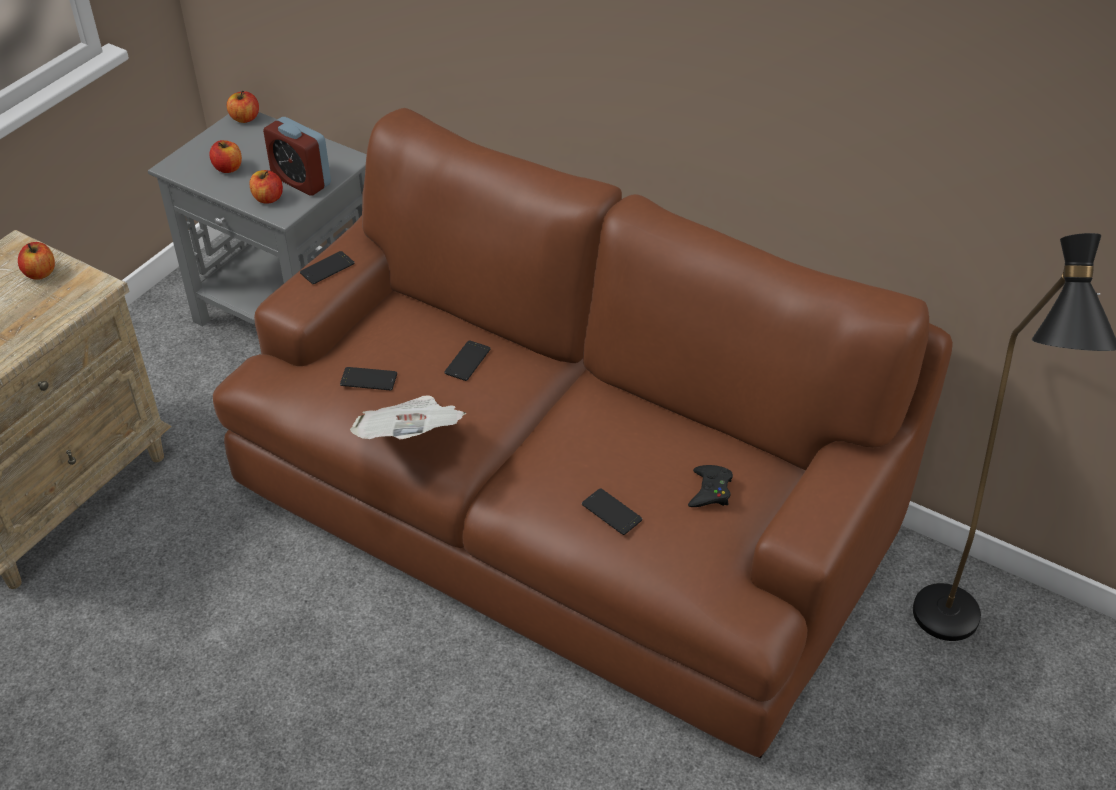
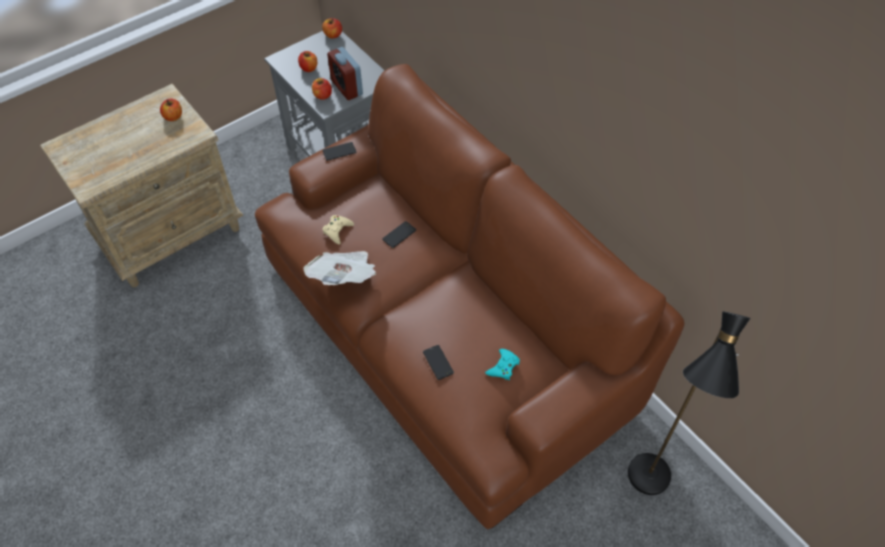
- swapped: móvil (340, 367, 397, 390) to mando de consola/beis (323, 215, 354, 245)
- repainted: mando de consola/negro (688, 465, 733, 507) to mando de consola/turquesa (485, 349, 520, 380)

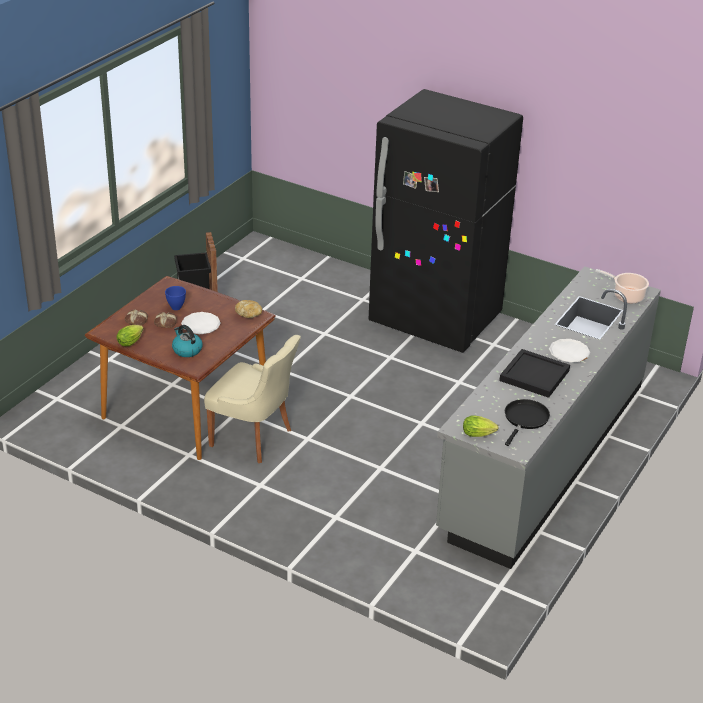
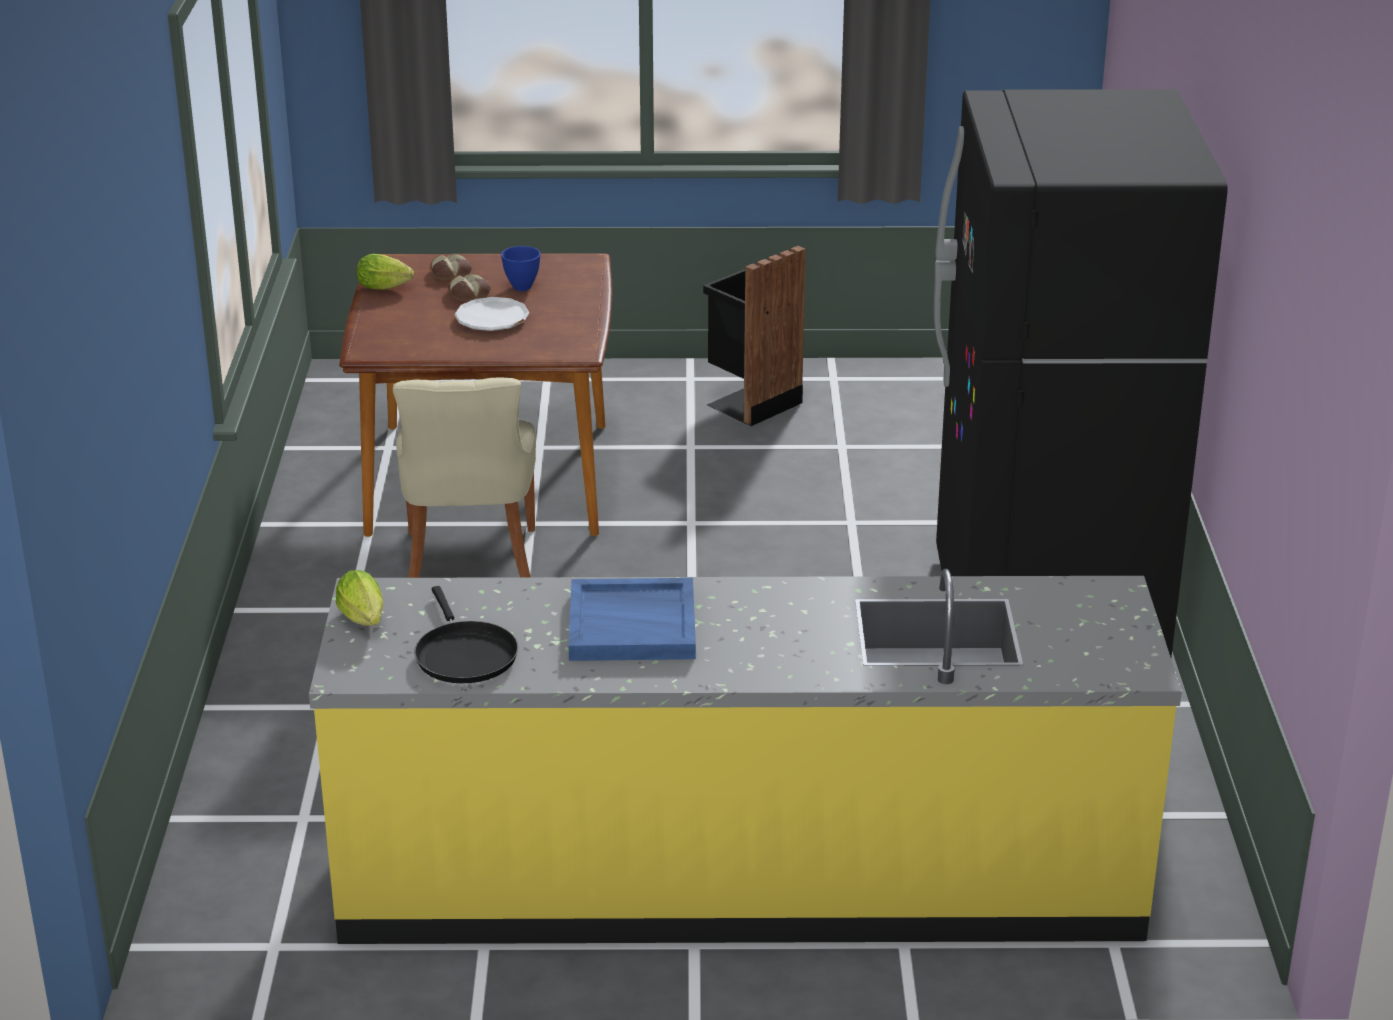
- repainted: mueble bajo de cocina/gris (436, 266, 661, 569) to mueble bajo de cocina/amarillo (309, 569, 1182, 944)
- rotated: sartén/negro (505, 399, 550, 446) = (414, 586, 518, 683) 75 degrees clockwise
- repainted: bandeja/negro (499, 349, 570, 398) to bandeja/azul (568, 578, 696, 661)
- gone: hervidor (172, 325, 203, 357)
- gone: pan (235, 300, 262, 318)
- gone: plato/blanco (549, 339, 590, 363)
- gone: olla (595, 269, 649, 303)

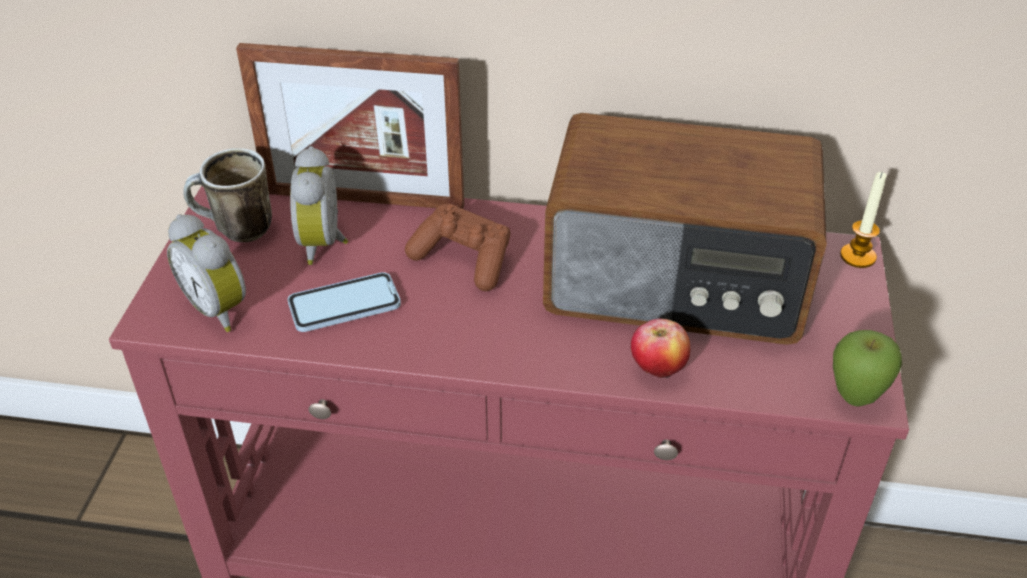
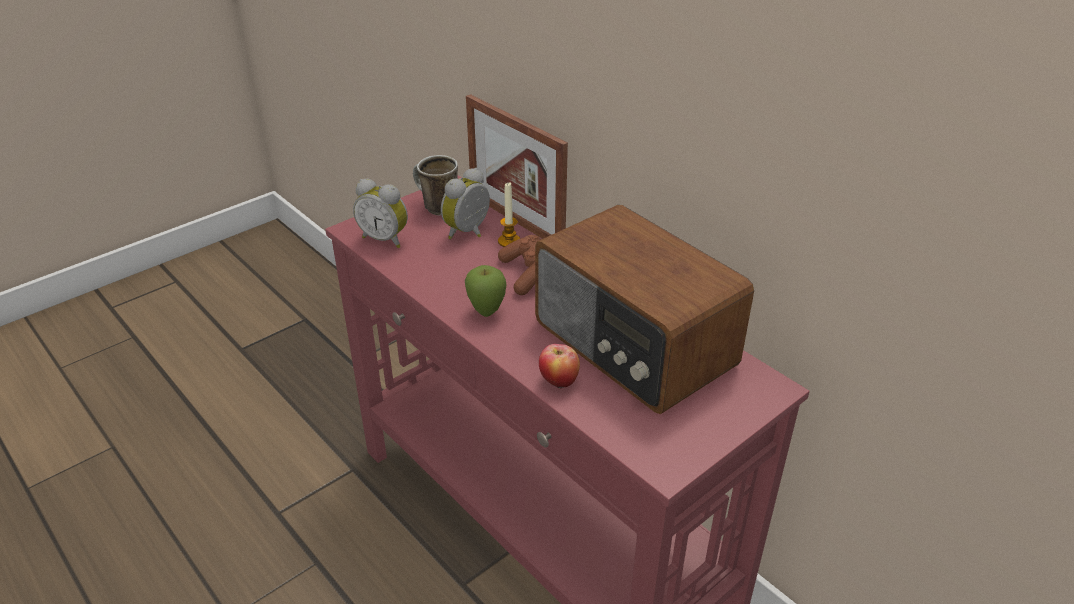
- rotated: despertador (167, 214, 246, 332) = (353, 179, 408, 248) 60 degrees counterclockwise
- shifted: manzana (833, 330, 902, 406) to (465, 265, 507, 317)
- shifted: vela (840, 172, 887, 268) to (498, 183, 521, 247)
- gone: móvil (287, 272, 401, 332)

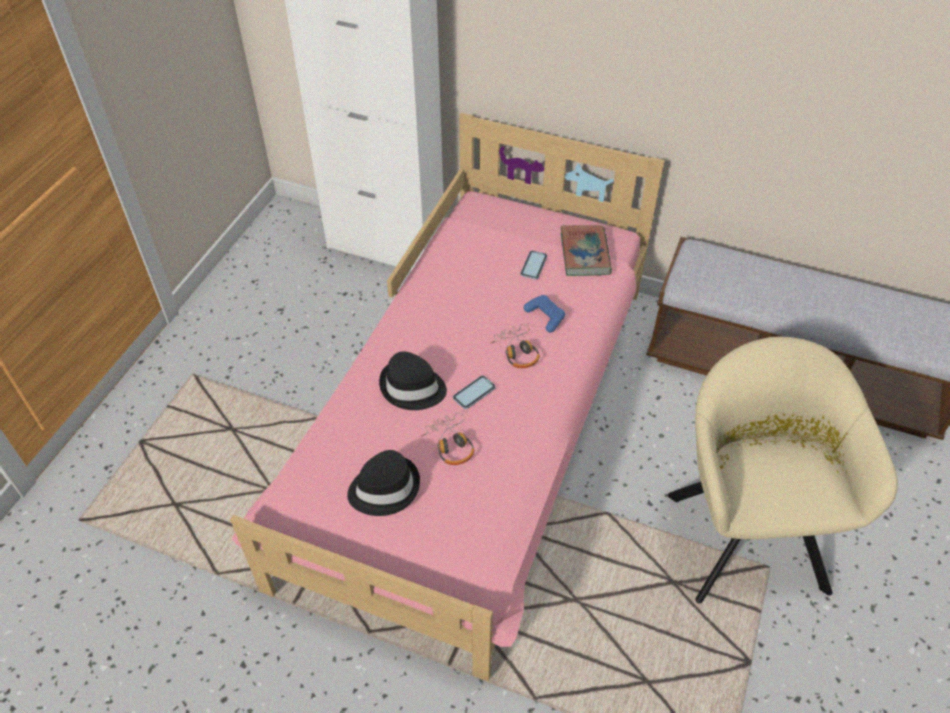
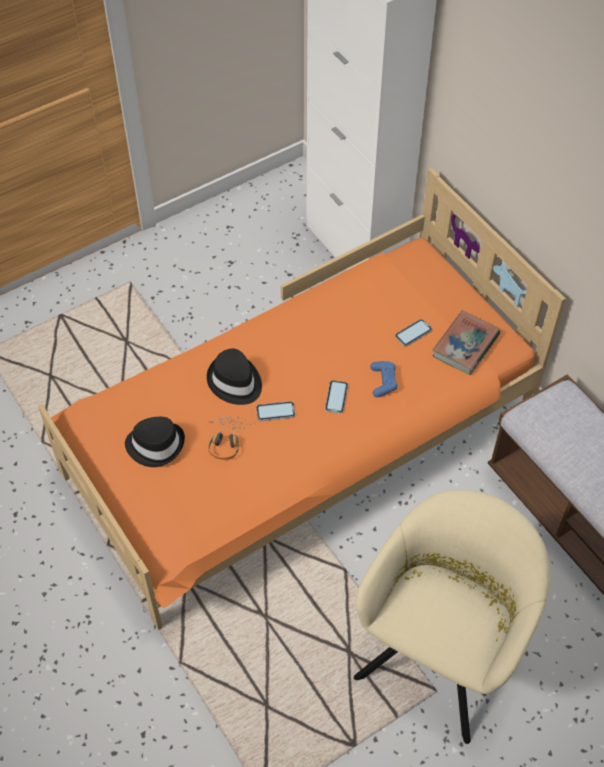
- repainted: cama/rosa (230, 113, 665, 682) to cama/naranja (38, 168, 566, 630)
- swapped: auriculares (491, 324, 540, 368) to móvil (325, 380, 348, 414)

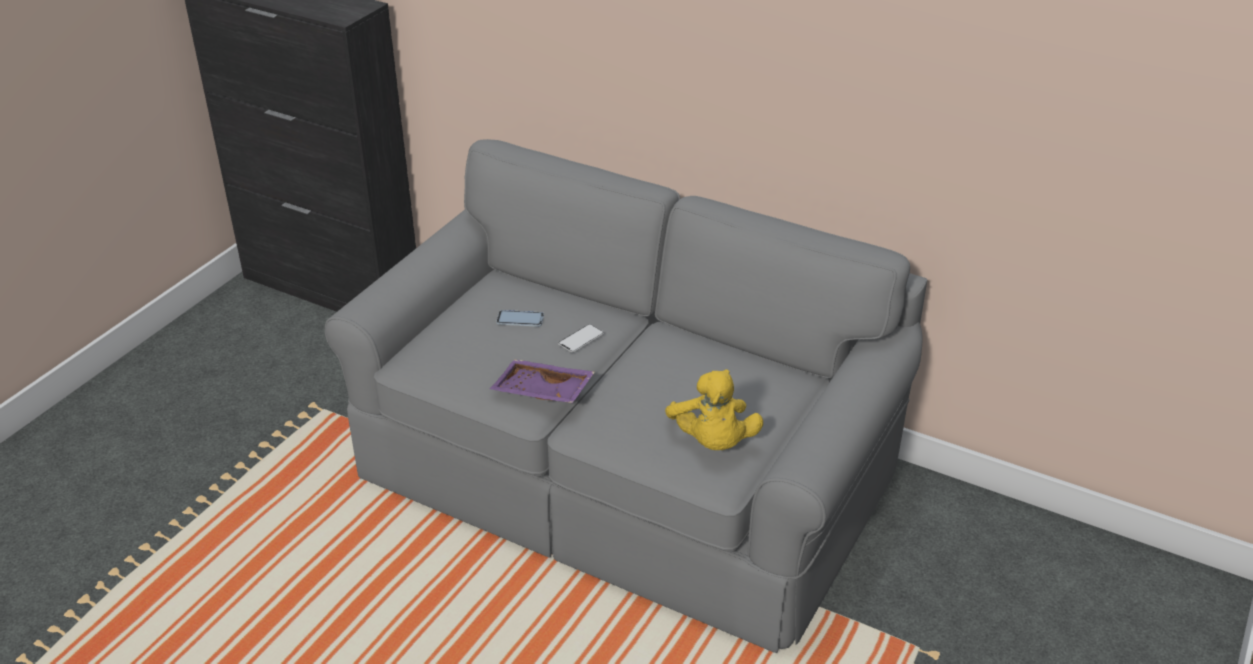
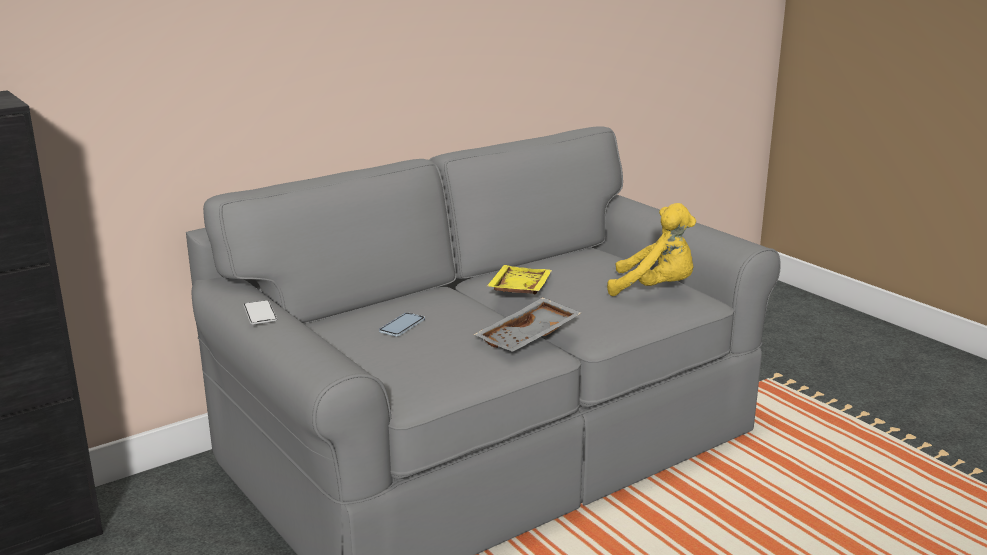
- shifted: móvil (558, 324, 604, 353) to (243, 300, 277, 325)
- repainted: bandeja/morado (490, 359, 595, 403) to bandeja/gris (474, 297, 581, 352)
- new: bandeja/amarillo (487, 265, 552, 294)

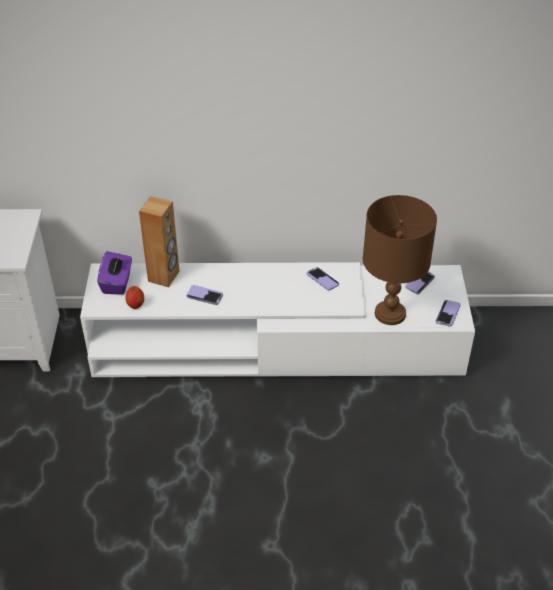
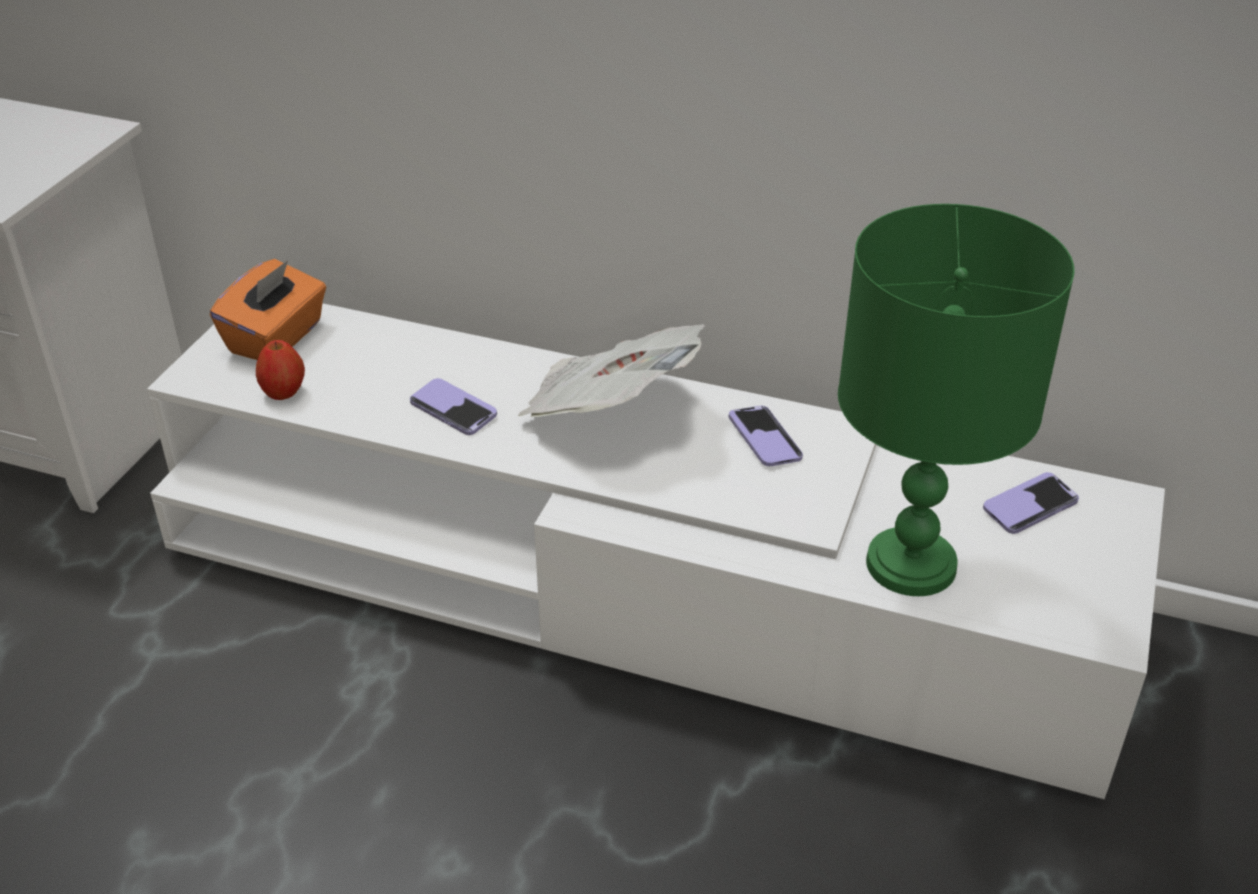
- repainted: caja de pañuelos/morado (97, 251, 132, 295) to caja de pañuelos/naranja (210, 259, 326, 360)
- new: periódico (518, 324, 706, 417)
- repainted: lámpara de mesa/marrón (363, 195, 437, 325) to lámpara de mesa/verde (838, 204, 1075, 596)
- gone: altavoz/marrón (139, 196, 180, 287)
- gone: móvil (436, 300, 461, 326)

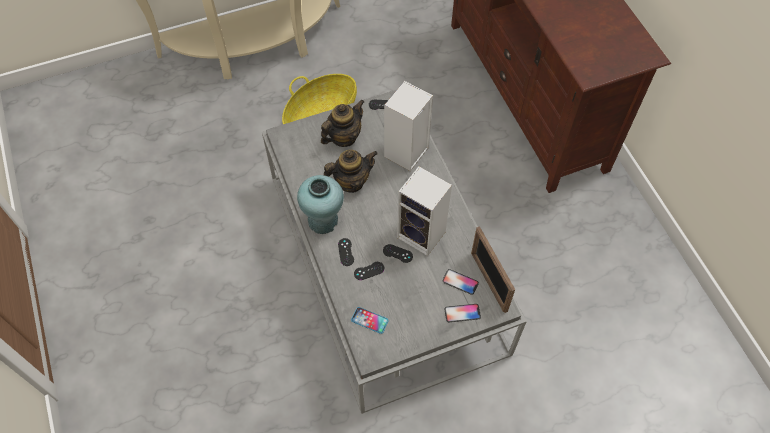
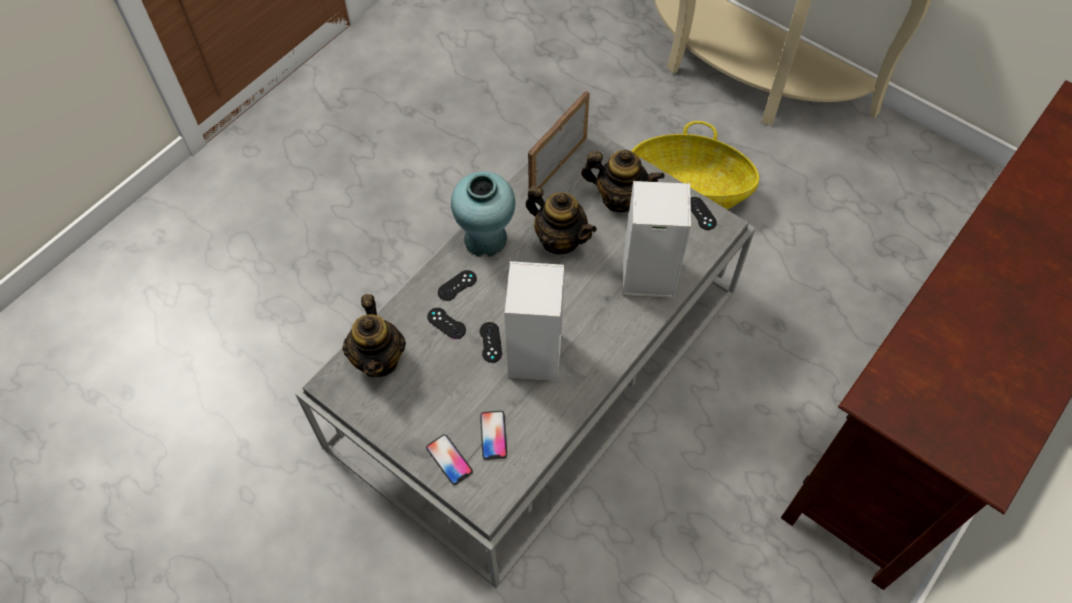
- swapped: móvil (351, 307, 389, 334) to tetera (342, 294, 406, 377)
- shifted: portarretratos (471, 226, 515, 313) to (528, 91, 590, 188)

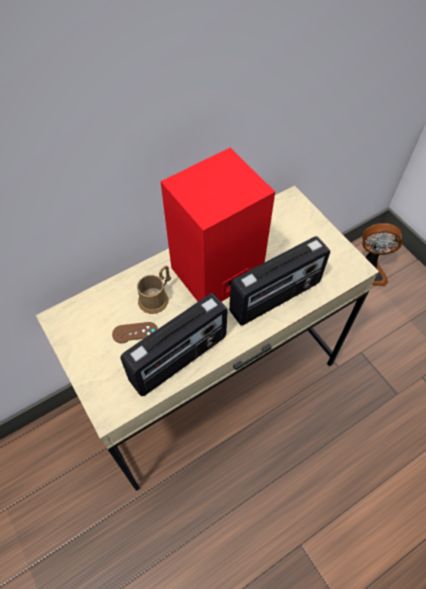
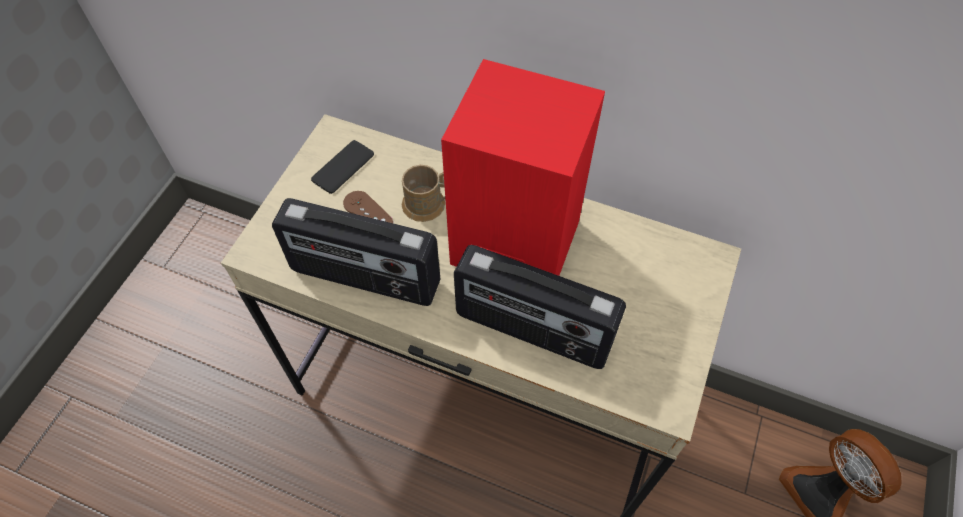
- new: móvil (311, 140, 374, 194)

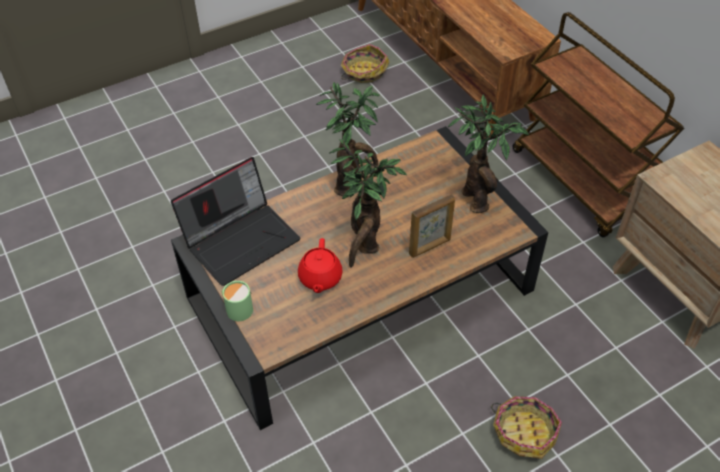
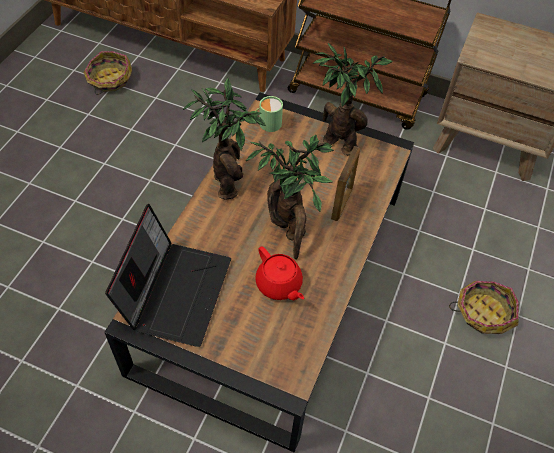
- shifted: taza grande/verde (222, 281, 253, 321) to (255, 96, 283, 132)

